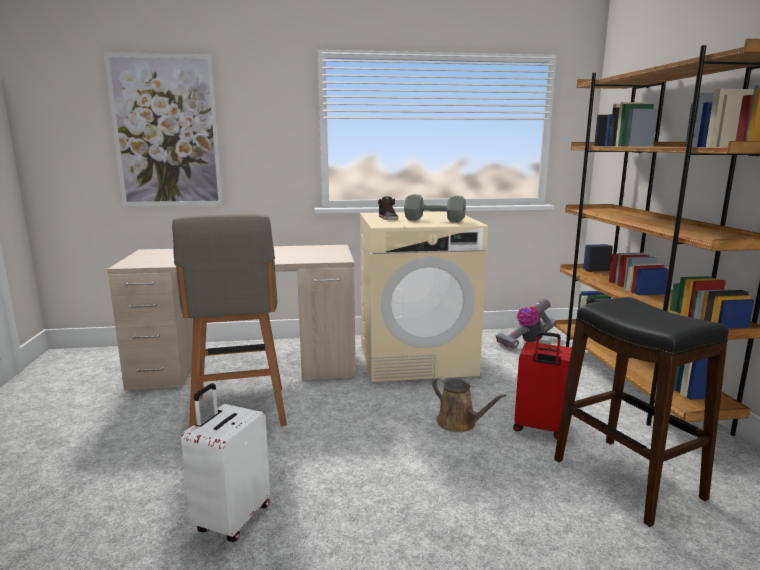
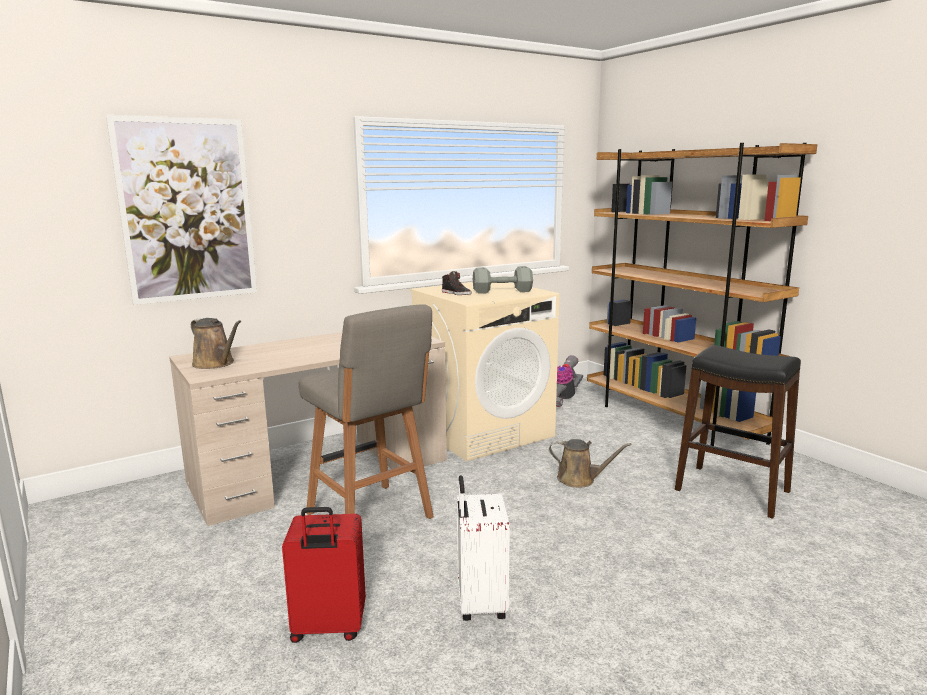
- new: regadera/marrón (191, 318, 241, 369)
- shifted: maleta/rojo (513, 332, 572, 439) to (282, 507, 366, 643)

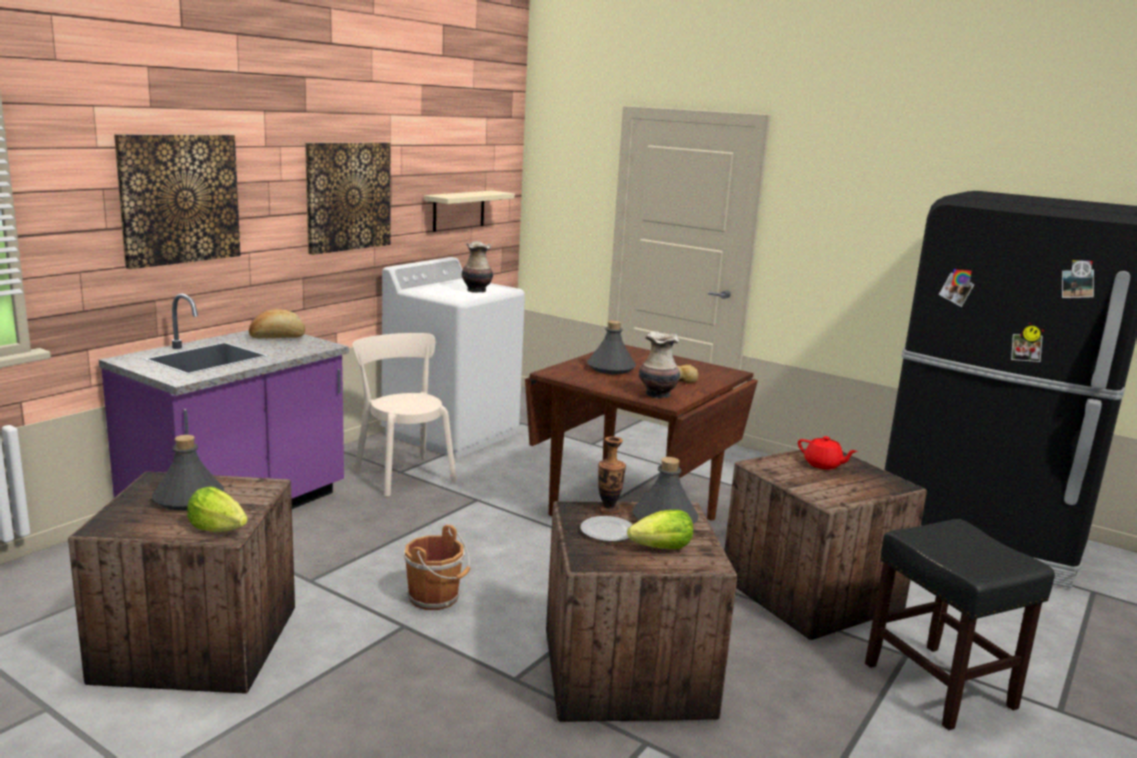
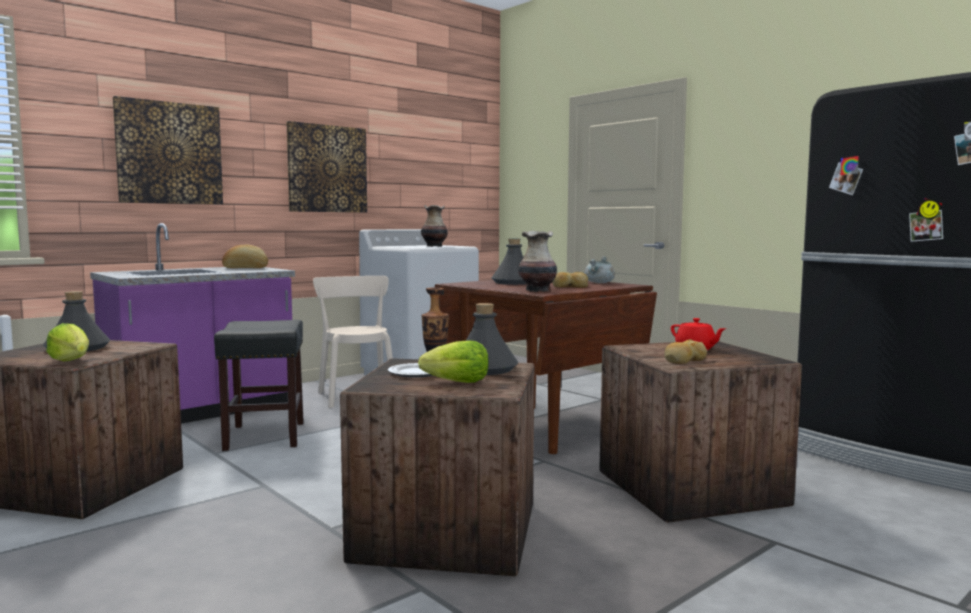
- shifted: taburete/negro (865, 519, 1055, 730) to (214, 320, 304, 451)
- new: olla/gris (584, 256, 615, 283)
- new: pan (664, 339, 707, 364)
- gone: cubo/marrón (404, 525, 470, 610)
- gone: estante/beis (424, 191, 515, 232)

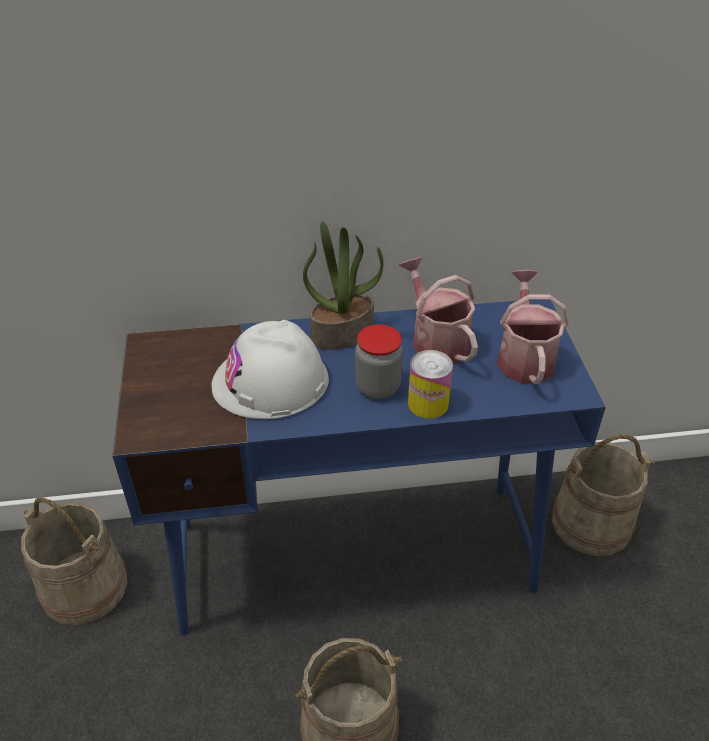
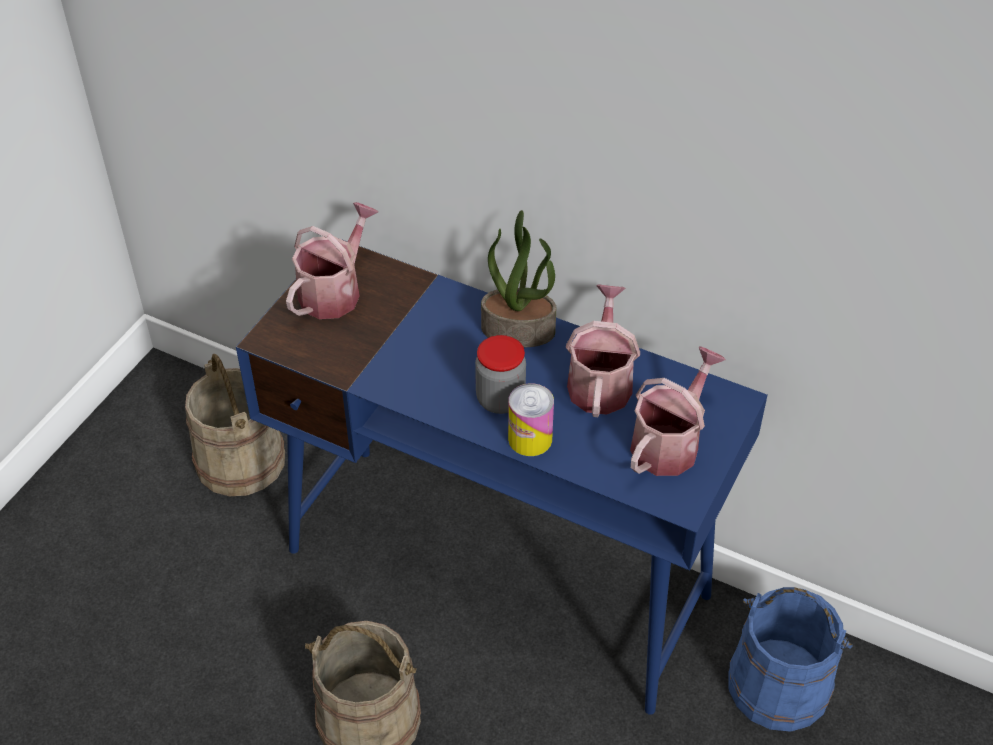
- new: regadera (286, 202, 378, 319)
- repainted: cubo/beis (552, 434, 655, 557) to cubo/azul (728, 587, 853, 732)
- gone: casco/blanco (212, 320, 329, 419)

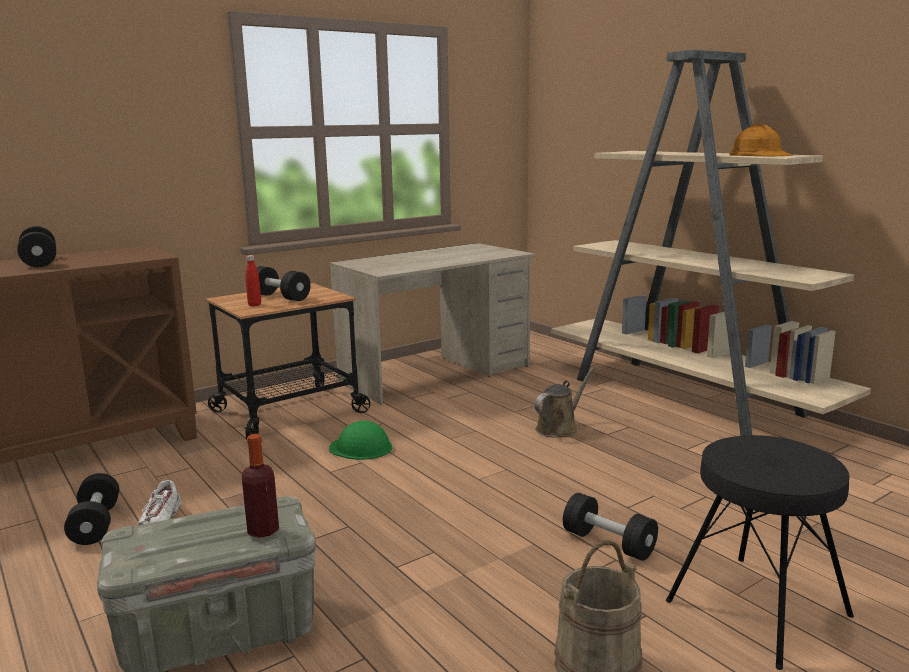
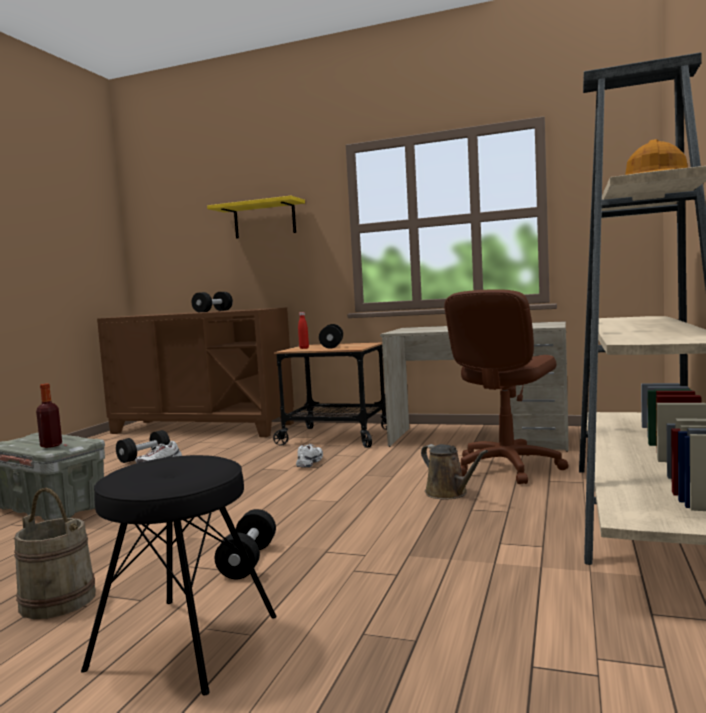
- new: estante/amarillo (207, 196, 305, 239)
- swapped: casco/verde (329, 421, 392, 460) to zapato/blanco (296, 444, 323, 467)
- rotated: regadera/marrón (535, 367, 595, 438) = (421, 444, 488, 499) 45 degrees clockwise
- new: silla de oficina/marrón (444, 289, 569, 484)

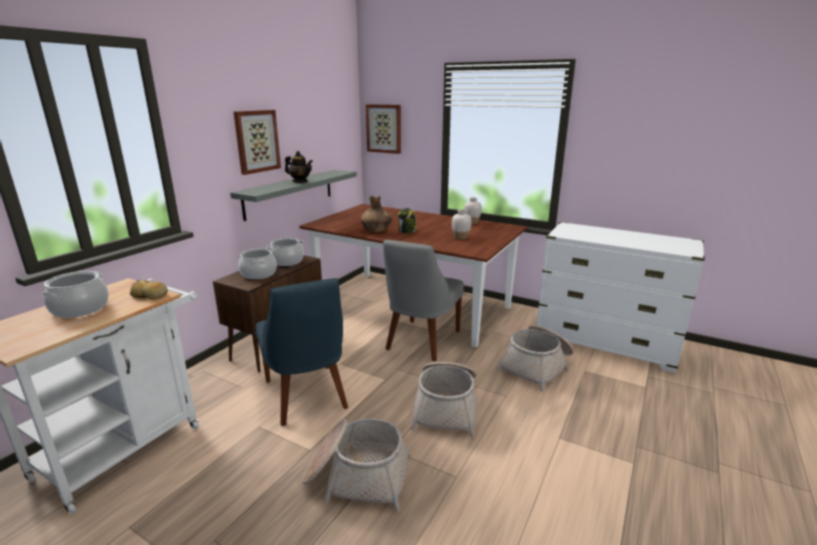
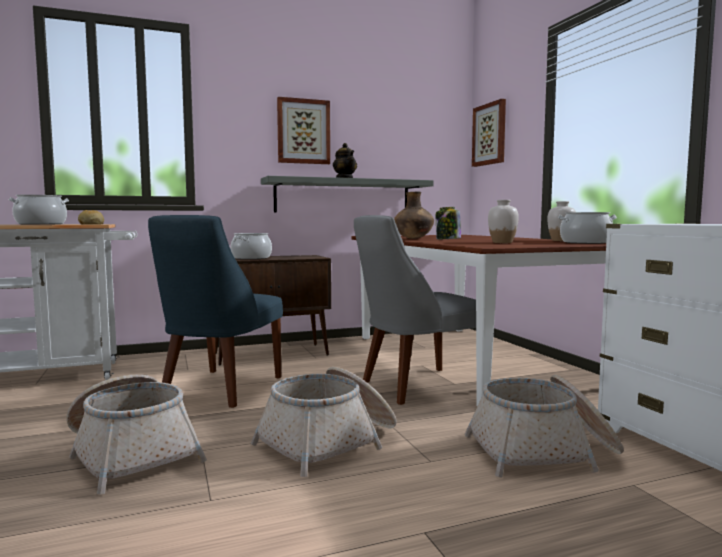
- shifted: olla (266, 238, 304, 266) to (558, 212, 617, 244)

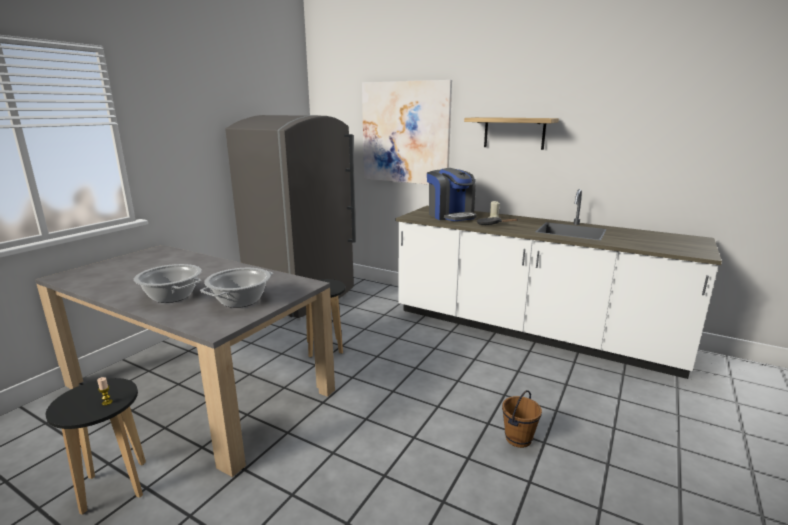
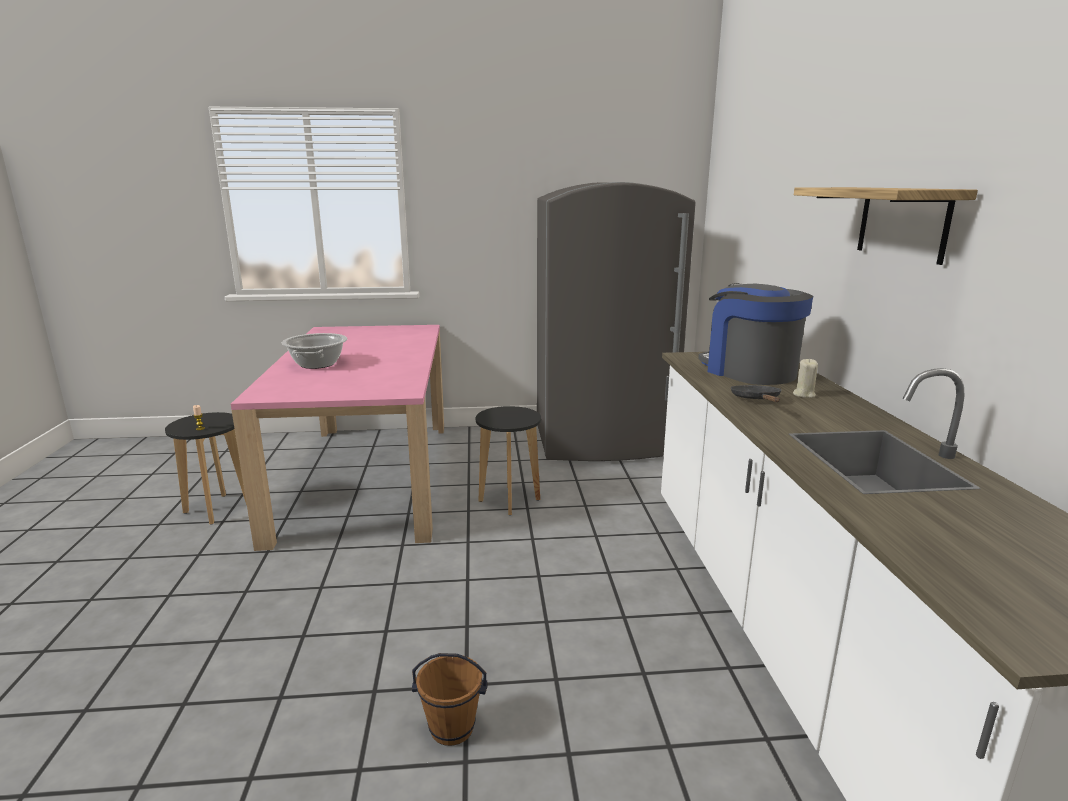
- repainted: mesa de comedor/gris (35, 245, 335, 477) to mesa de comedor/rosa (231, 325, 444, 551)
- rotated: cafetera (427, 168, 477, 221) = (698, 283, 813, 385) 120 degrees clockwise
- gone: olla (200, 268, 273, 308)
- gone: cuadro (362, 80, 452, 185)

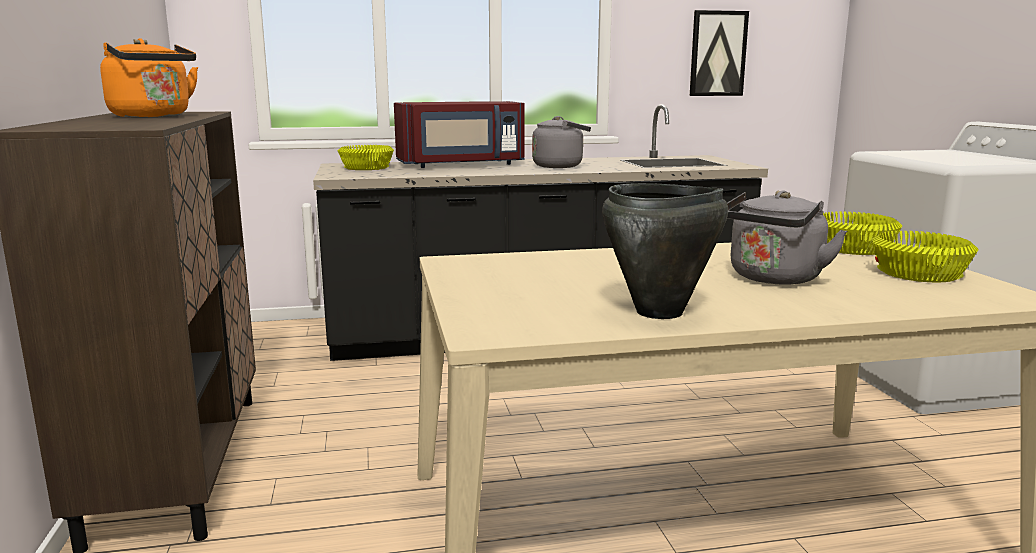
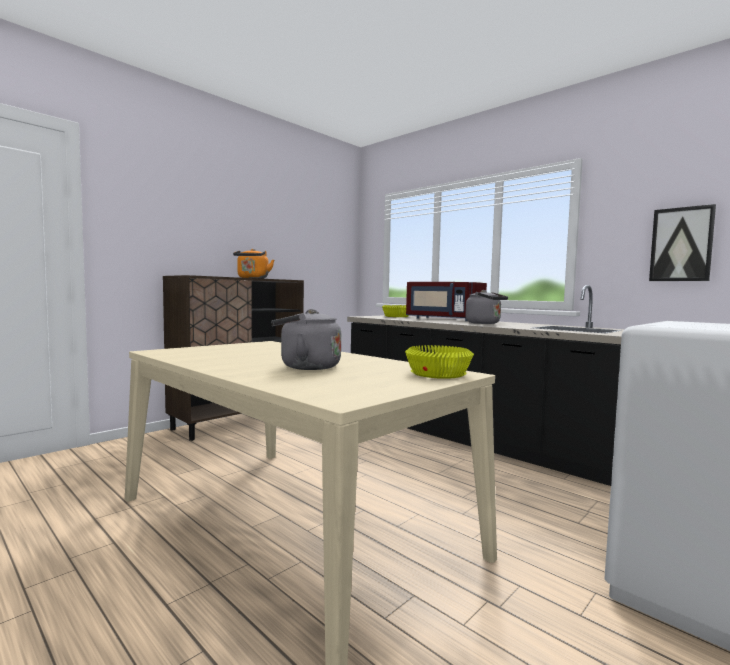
- gone: olla/negro (602, 183, 728, 319)
- gone: cuenco/amarillo (871, 231, 978, 282)

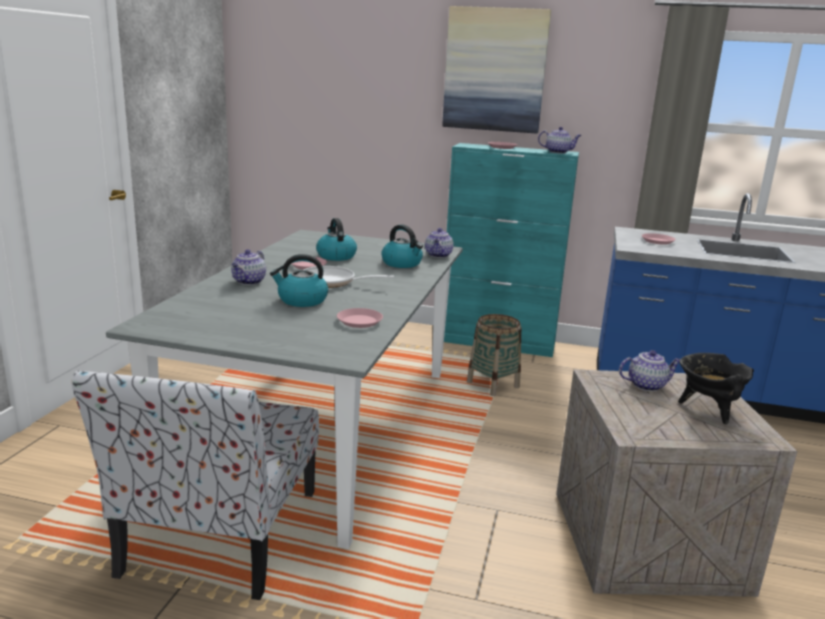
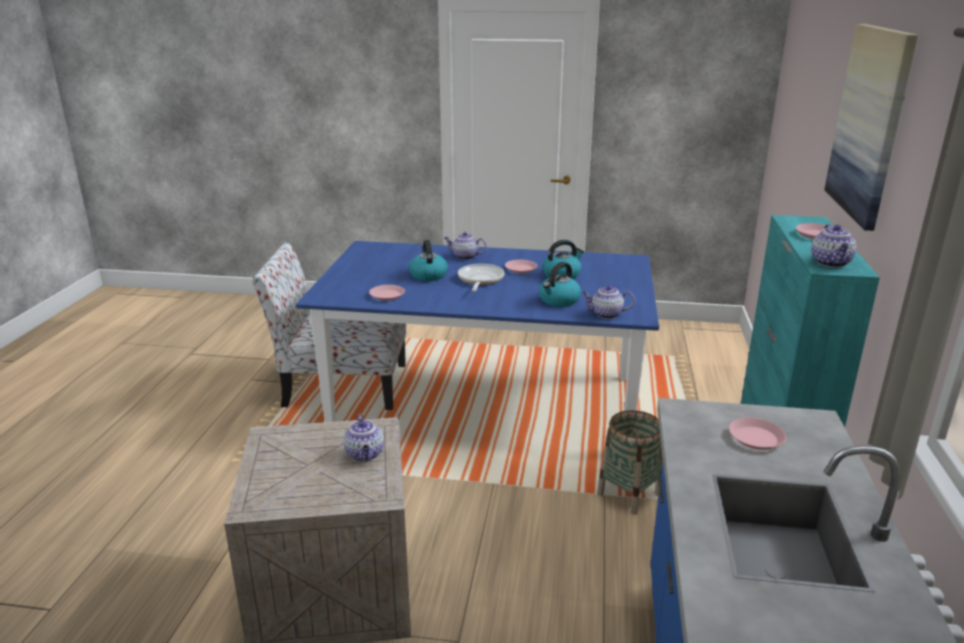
- repainted: mesa de comedor/gris (106, 230, 463, 549) to mesa de comedor/azul (296, 241, 659, 422)
- gone: olla/negro (678, 353, 754, 424)

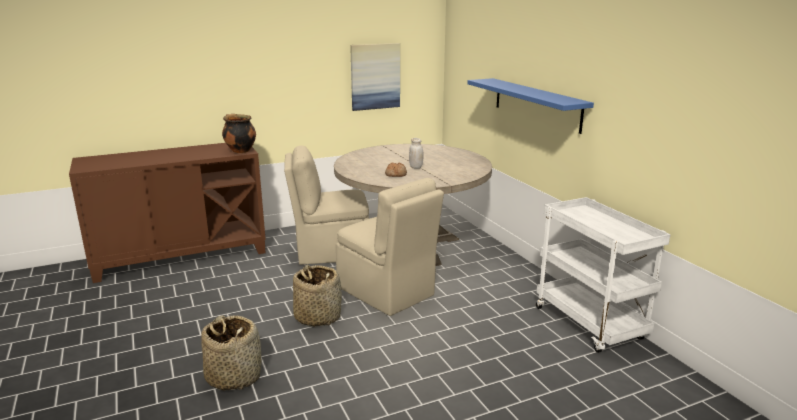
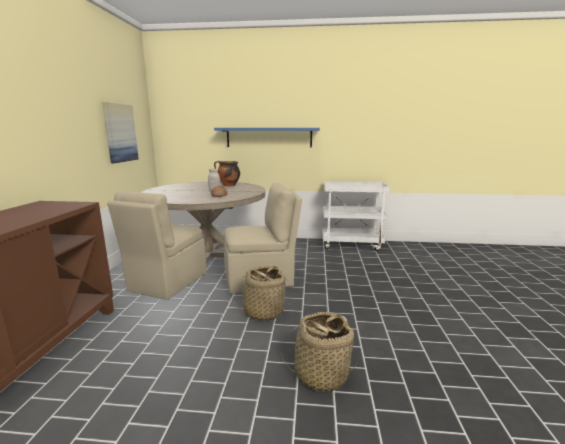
- shifted: olla (222, 114, 256, 153) to (214, 161, 240, 186)

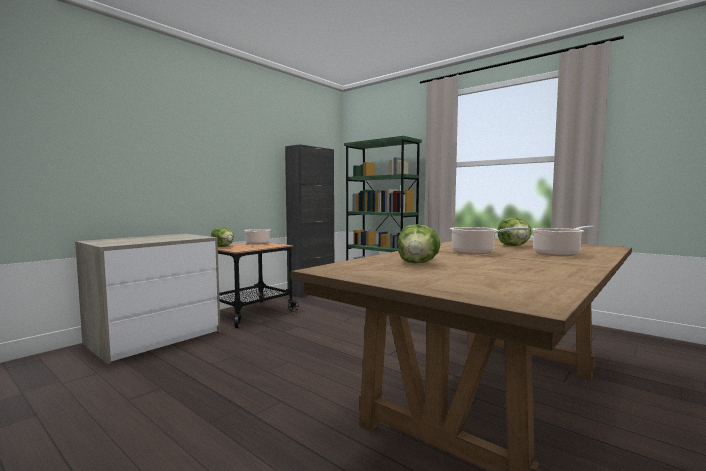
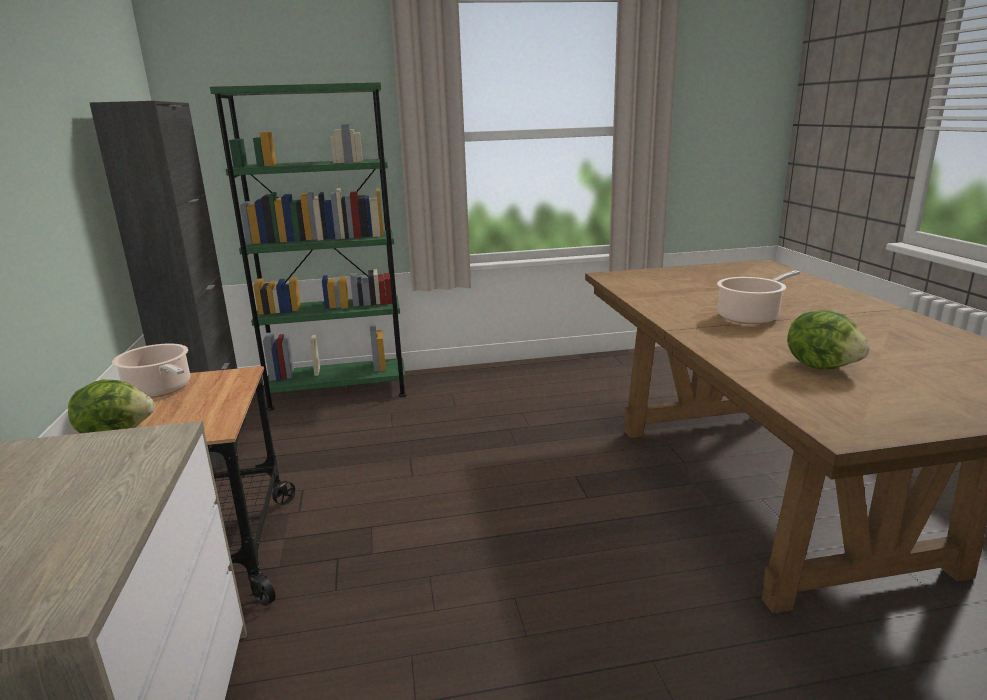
- gone: lechuga (498, 217, 531, 246)
- gone: olla (532, 226, 594, 256)

